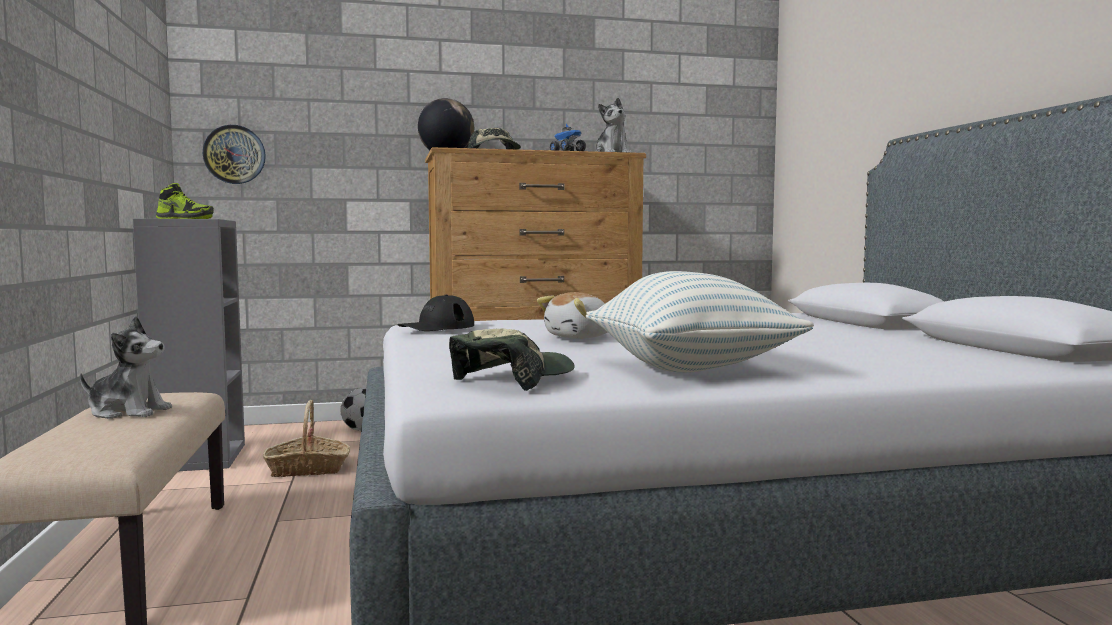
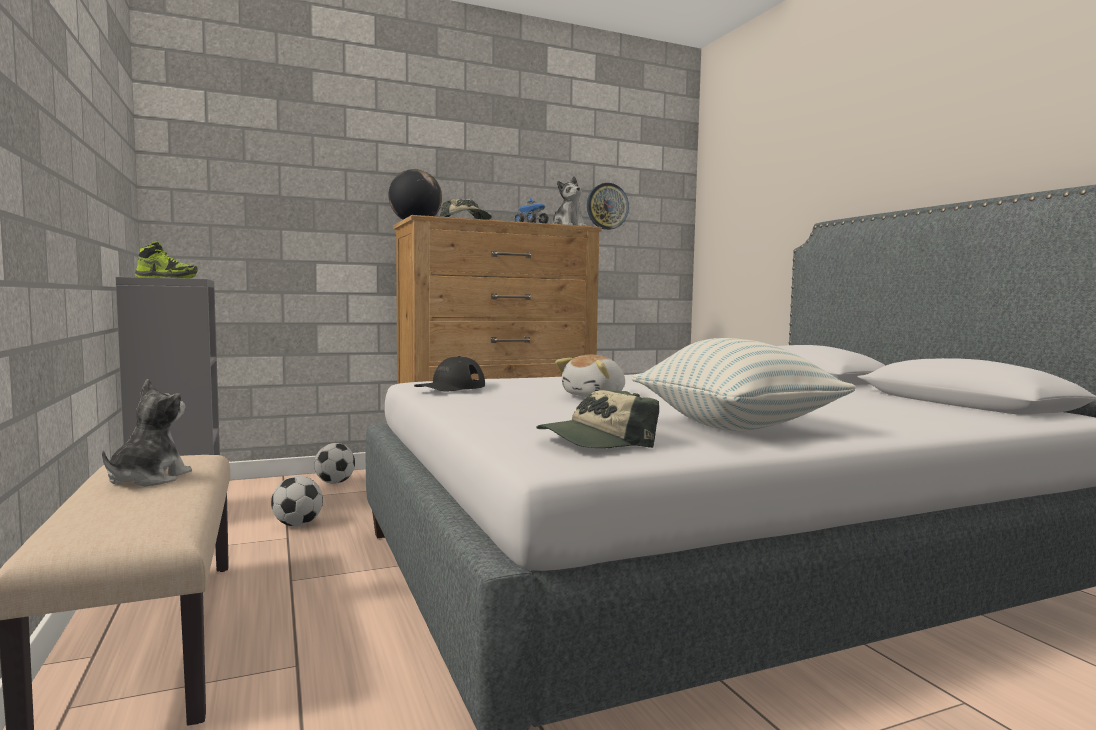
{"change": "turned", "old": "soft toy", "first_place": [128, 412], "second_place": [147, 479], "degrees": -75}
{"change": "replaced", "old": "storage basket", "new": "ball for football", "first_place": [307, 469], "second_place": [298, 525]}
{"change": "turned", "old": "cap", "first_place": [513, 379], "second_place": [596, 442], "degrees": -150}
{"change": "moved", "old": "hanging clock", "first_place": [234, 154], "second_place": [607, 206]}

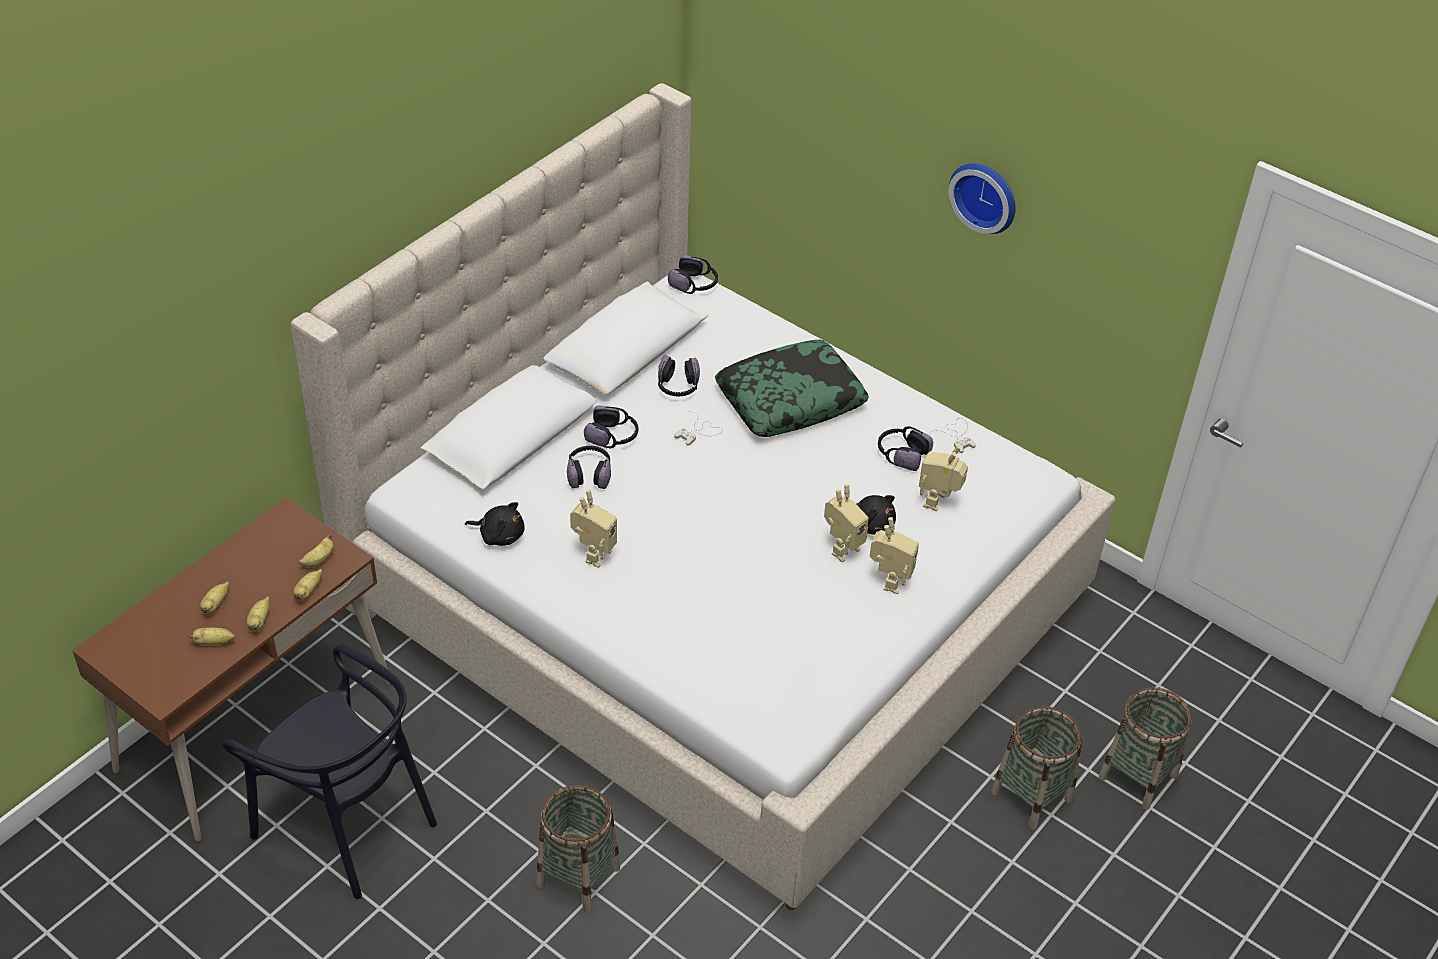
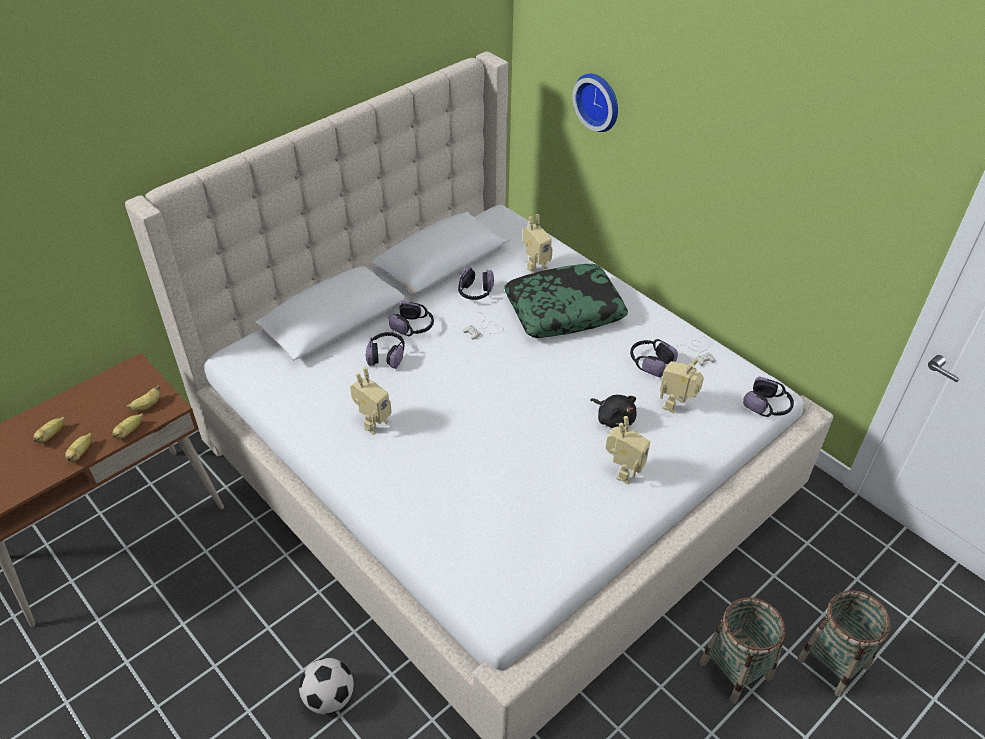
{"change": "replaced", "old": "storage basket", "new": "ball for football", "first_place": [578, 876], "second_place": [329, 697]}
{"change": "moved", "old": "toy robot", "first_place": [842, 549], "second_place": [535, 266]}
{"change": "moved", "old": "hanging clock", "first_place": [986, 195], "second_place": [599, 101]}
{"change": "moved", "old": "pair of headphones", "first_place": [694, 284], "second_place": [768, 406]}
{"change": "removed", "old": "banana fruit", "first_place": [214, 642]}
{"change": "removed", "old": "black-coloured upright chair", "first_place": [346, 824]}
{"change": "removed", "old": "black-coloured soft toy", "first_place": [499, 535]}

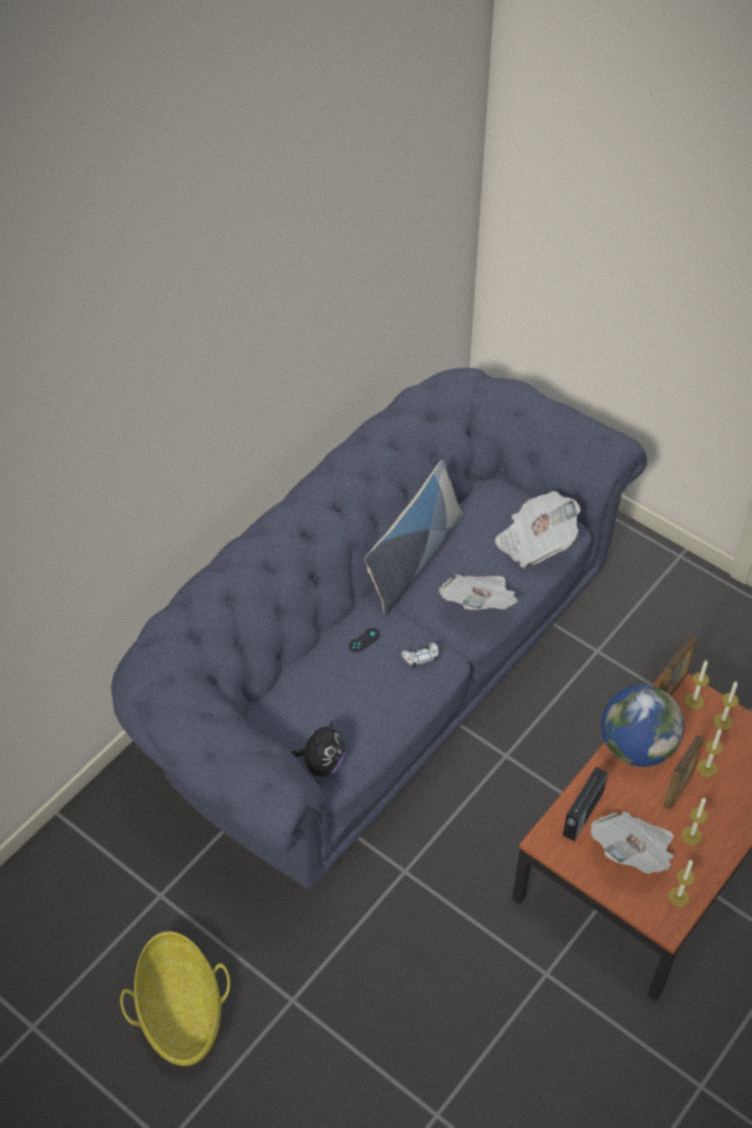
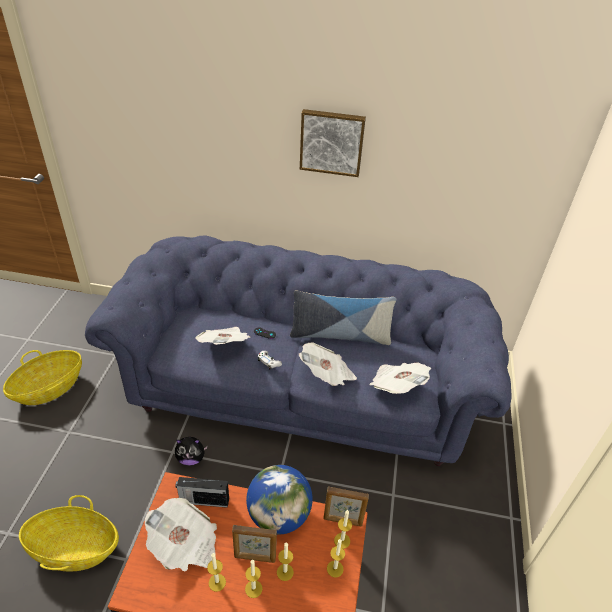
{"change": "added", "new": "storage basket", "second_place": [75, 548]}
{"change": "moved", "old": "soft toy", "first_place": [322, 764], "second_place": [191, 458]}
{"change": "added", "new": "printed paper", "second_place": [224, 345]}
{"change": "moved", "old": "candle", "first_place": [678, 897], "second_place": [253, 589]}
{"change": "added", "new": "wall art", "second_place": [332, 142]}

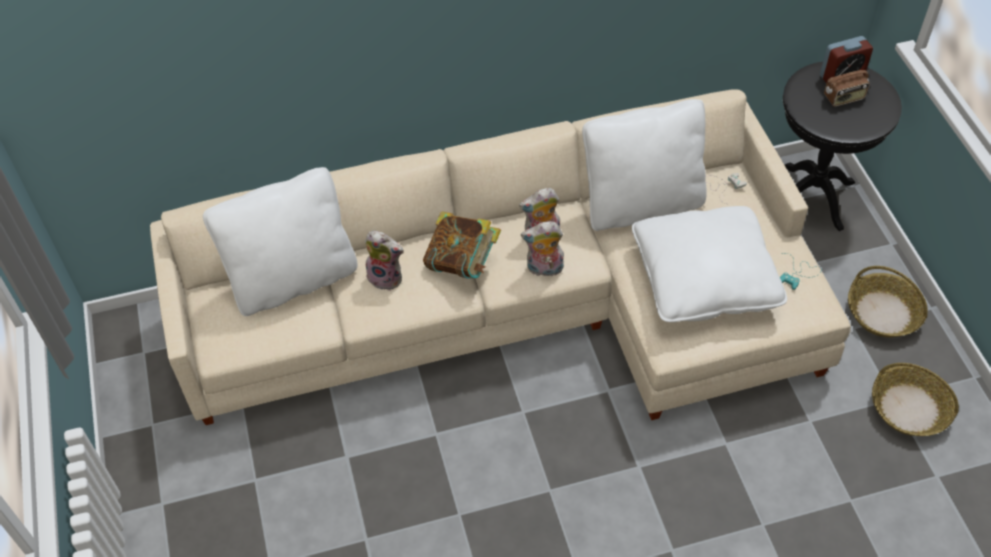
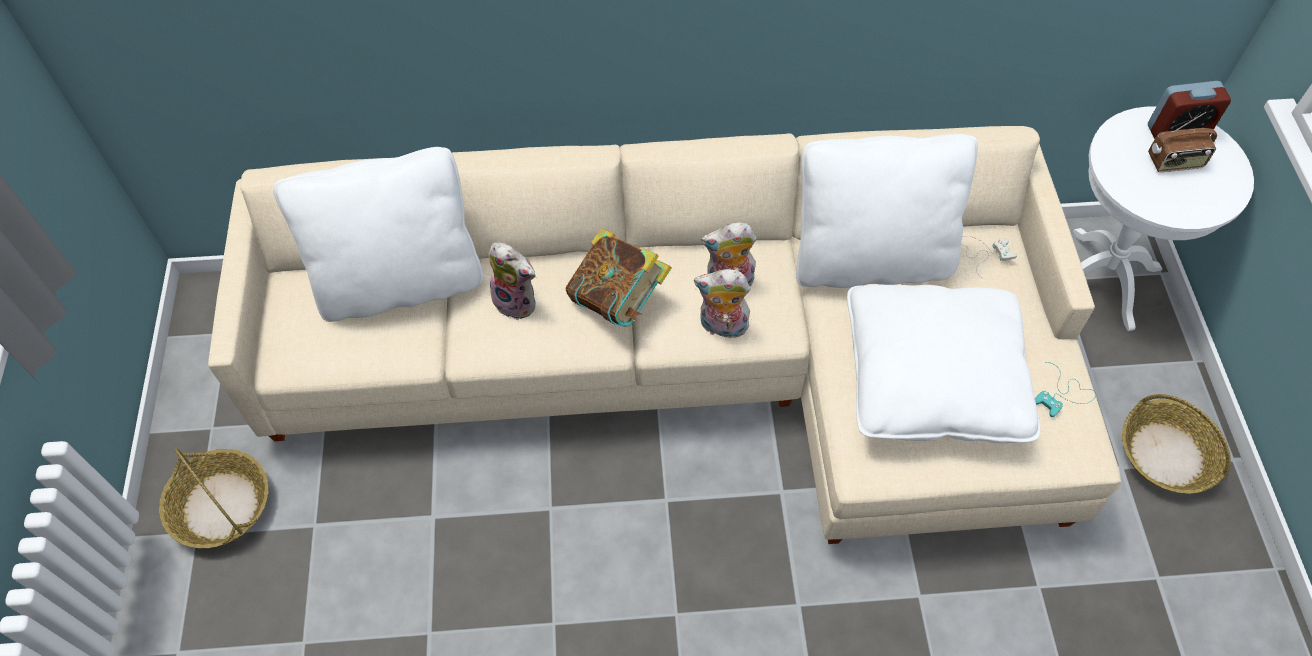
{"change": "moved", "old": "storage basket", "first_place": [910, 408], "second_place": [222, 506]}
{"change": "recoloured", "old": "black-coloured side table", "new": "white side table", "first_place": [813, 197], "second_place": [1102, 279]}

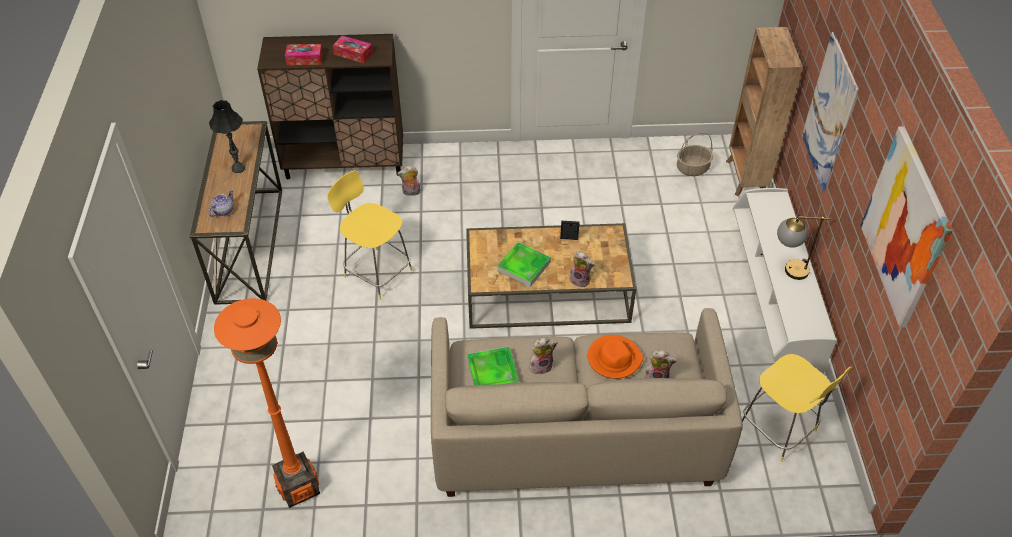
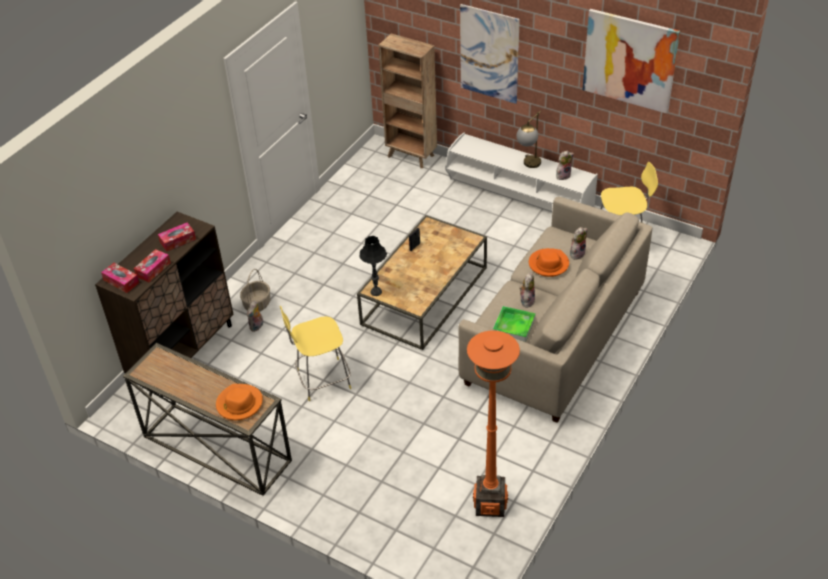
{"change": "added", "new": "box of tissues", "second_place": [121, 281]}
{"change": "replaced", "old": "pot for tea", "new": "orangey wearable hat", "first_place": [223, 210], "second_place": [239, 404]}
{"change": "moved", "old": "storage basket", "first_place": [692, 168], "second_place": [257, 304]}
{"change": "moved", "old": "black-coloured lamp for a table", "first_place": [238, 168], "second_place": [376, 292]}
{"change": "moved", "old": "soft toy", "first_place": [581, 280], "second_place": [563, 175]}
{"change": "removed", "old": "tray", "first_place": [524, 266]}

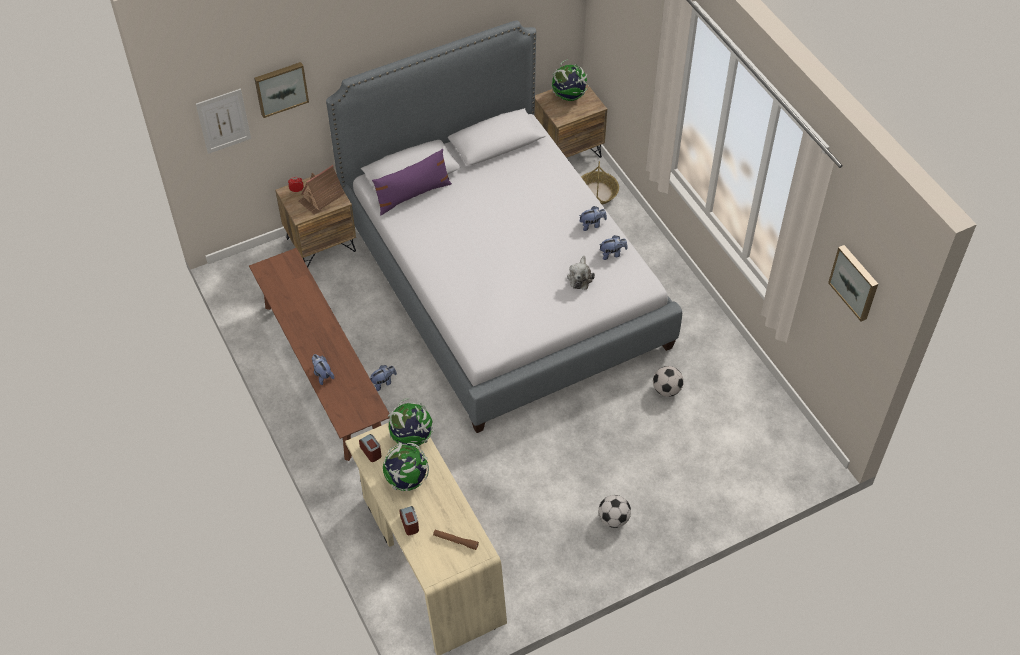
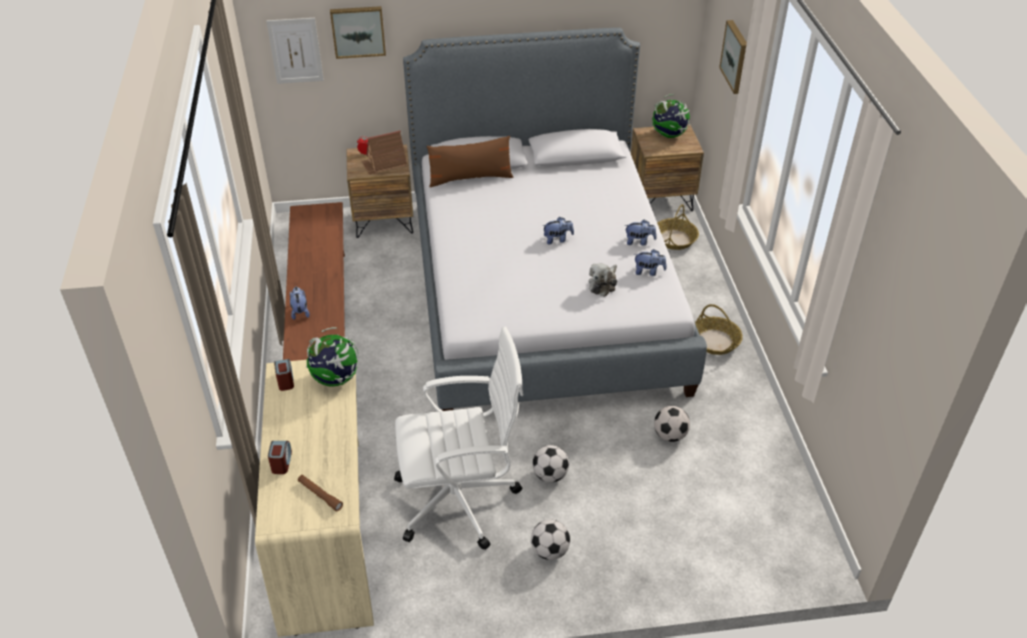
{"change": "added", "new": "white office chair", "second_place": [460, 500]}
{"change": "recoloured", "old": "purplish pillow", "new": "brown-coloured pillow", "first_place": [413, 195], "second_place": [470, 178]}
{"change": "added", "new": "ball for football", "second_place": [550, 475]}
{"change": "moved", "old": "soft toy", "first_place": [383, 382], "second_place": [557, 239]}
{"change": "added", "new": "storage basket", "second_place": [715, 341]}
{"change": "moved", "old": "wall art", "first_place": [855, 282], "second_place": [736, 56]}
{"change": "removed", "old": "globe", "first_place": [406, 480]}

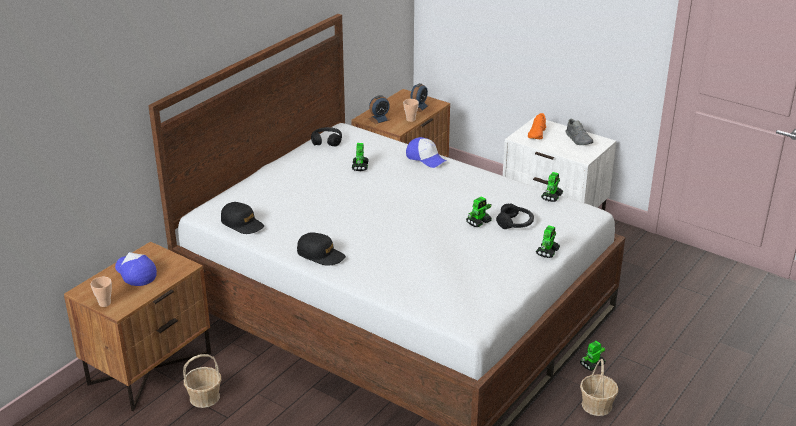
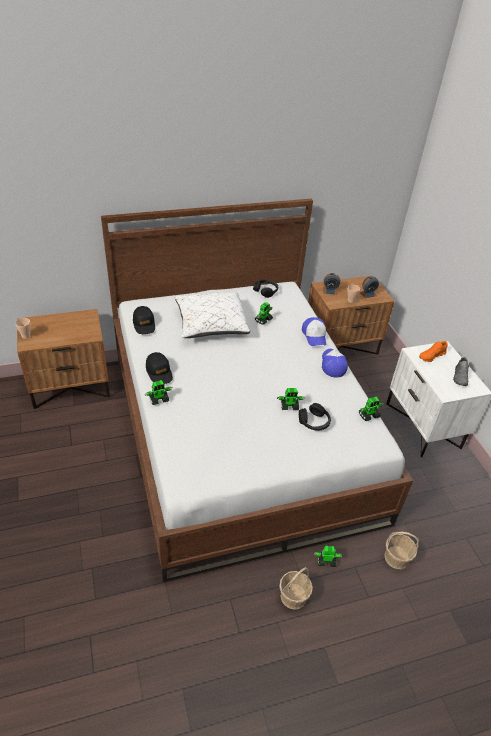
{"change": "moved", "old": "toy robot", "first_place": [547, 252], "second_place": [159, 399]}
{"change": "added", "new": "white pillow", "second_place": [211, 325]}
{"change": "moved", "old": "cap", "first_place": [135, 273], "second_place": [332, 365]}
{"change": "moved", "old": "storage basket", "first_place": [205, 397], "second_place": [397, 558]}

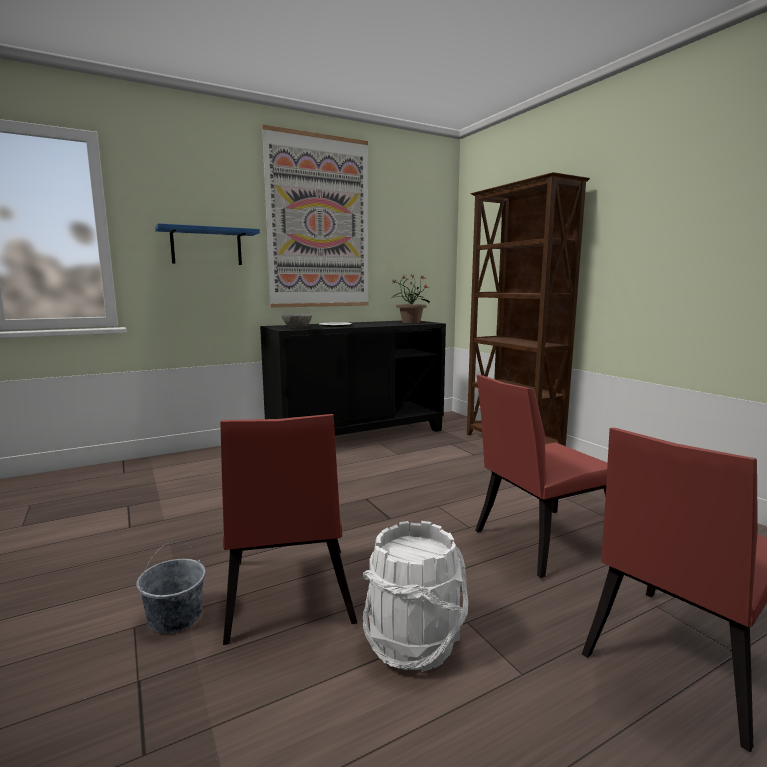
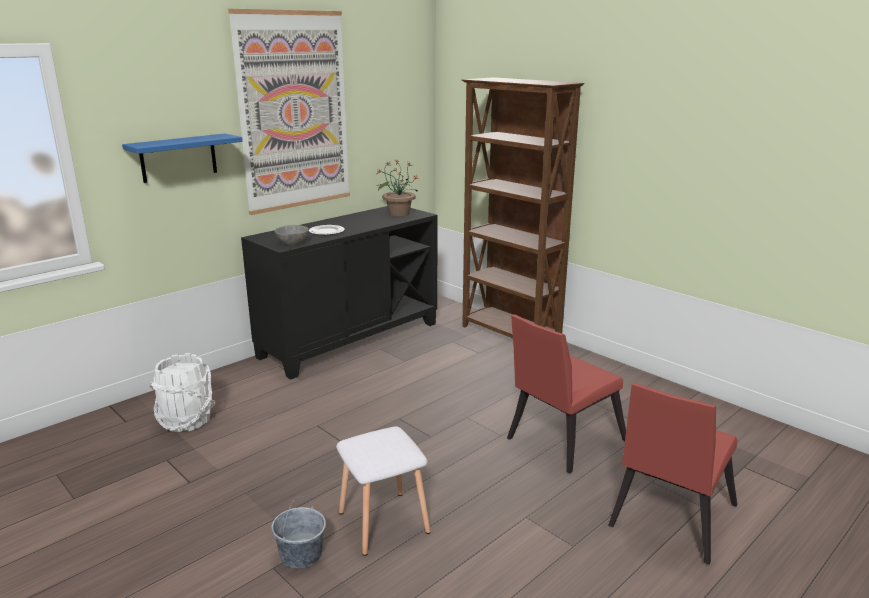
{"change": "moved", "old": "white water bucket", "first_place": [413, 642], "second_place": [187, 420]}
{"change": "replaced", "old": "red-coloured upright chair", "new": "white sitting stool", "first_place": [287, 598], "second_place": [382, 523]}

